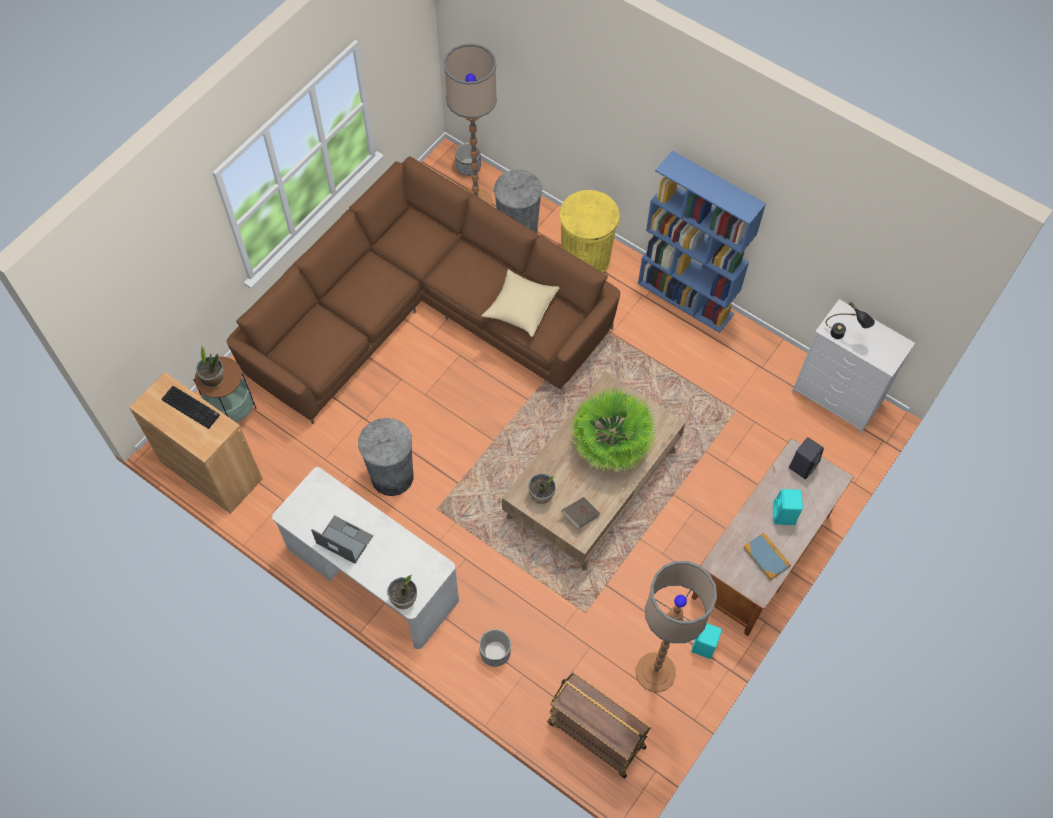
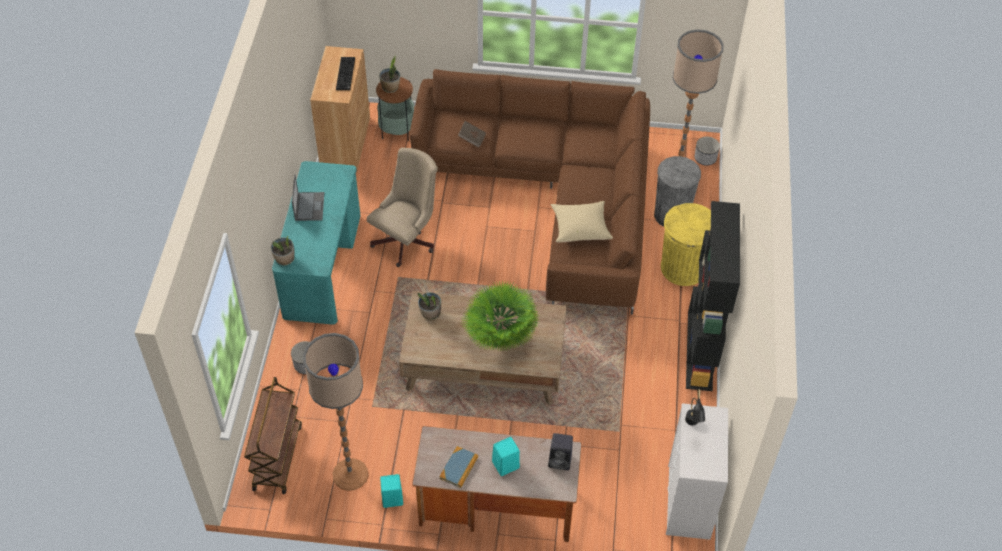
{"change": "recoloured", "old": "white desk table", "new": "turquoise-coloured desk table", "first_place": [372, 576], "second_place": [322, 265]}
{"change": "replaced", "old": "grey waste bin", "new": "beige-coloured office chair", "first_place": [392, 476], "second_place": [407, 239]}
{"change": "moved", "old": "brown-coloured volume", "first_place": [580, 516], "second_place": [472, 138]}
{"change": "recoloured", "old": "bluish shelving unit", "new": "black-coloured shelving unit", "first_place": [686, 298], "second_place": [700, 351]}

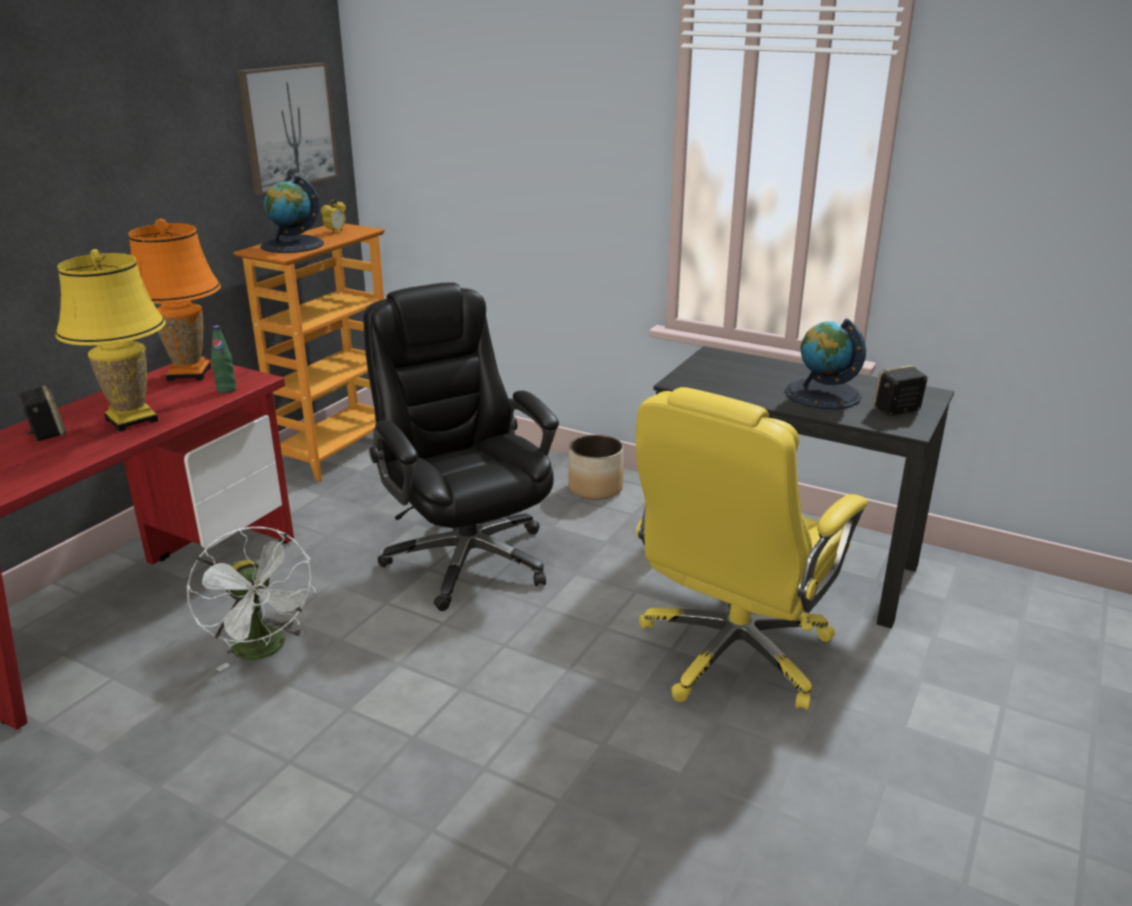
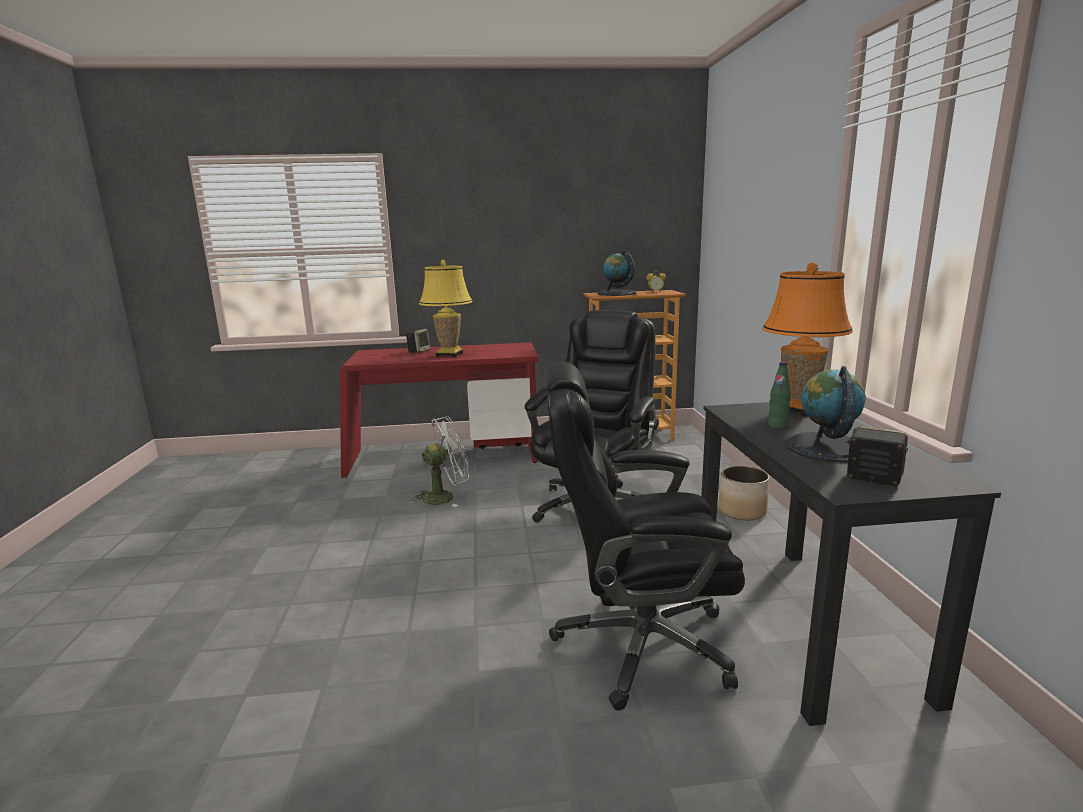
{"change": "turned", "old": "white cooling fan", "first_place": [265, 651], "second_place": [445, 497], "degrees": -135}
{"change": "recoloured", "old": "yellow office chair", "new": "black-coloured office chair", "first_place": [732, 654], "second_place": [638, 643]}
{"change": "moved", "old": "orangey lamp for a table", "first_place": [188, 374], "second_place": [798, 409]}
{"change": "moved", "old": "greenish drink bottle", "first_place": [226, 390], "second_place": [777, 426]}
{"change": "removed", "old": "wall art", "first_place": [288, 127]}

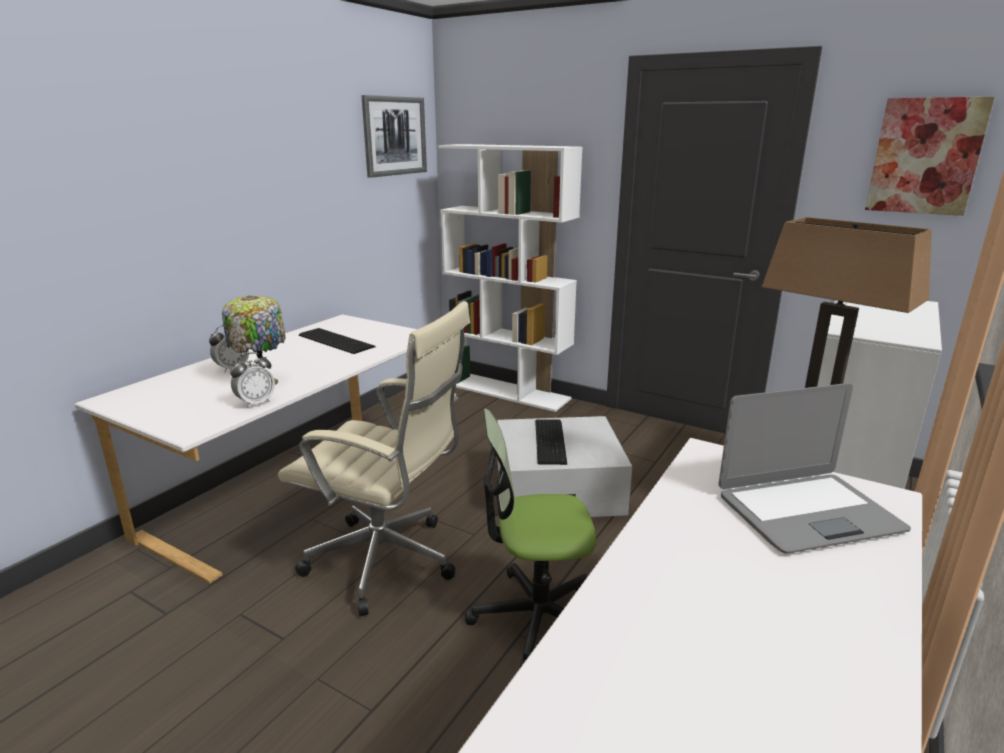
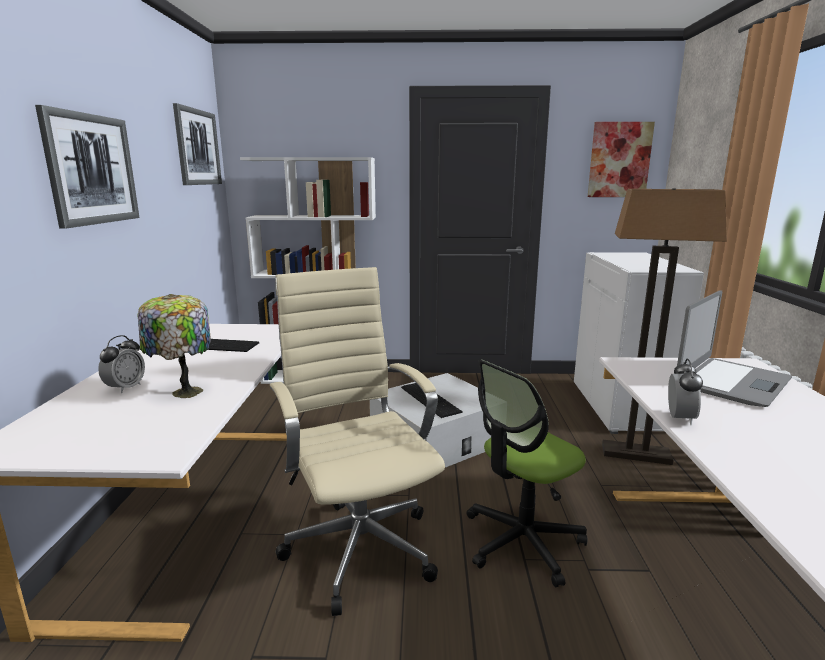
{"change": "added", "new": "wall art", "second_place": [92, 169]}
{"change": "turned", "old": "beige-coloured office chair", "first_place": [388, 563], "second_place": [359, 545], "degrees": -105}
{"change": "moved", "old": "bedside clock", "first_place": [256, 403], "second_place": [679, 418]}

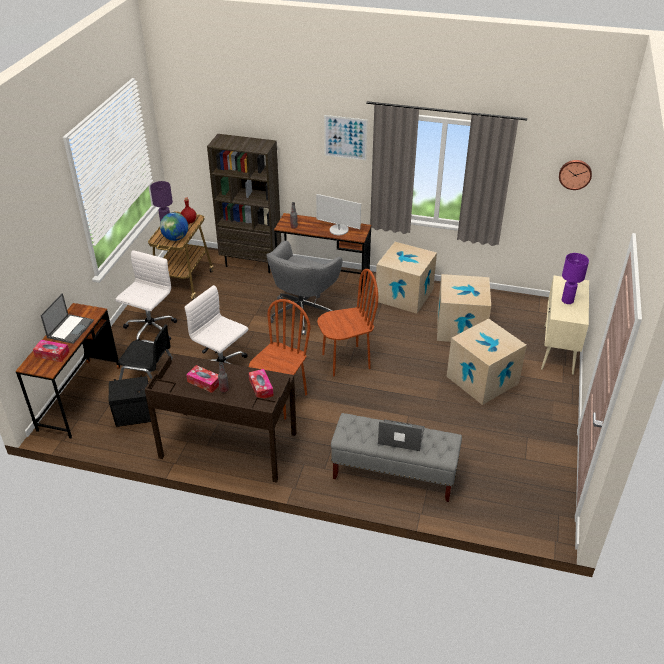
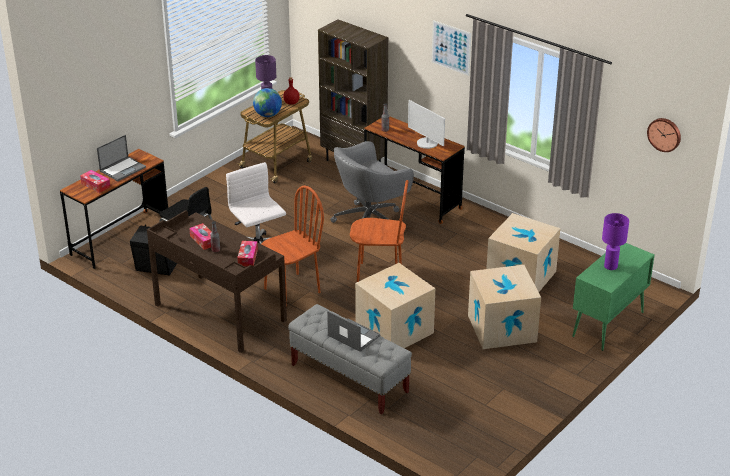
{"change": "moved", "old": "cardboard box", "first_place": [404, 295], "second_place": [394, 330]}
{"change": "recoloured", "old": "beige-coloured cupboard", "new": "greenish cupboard", "first_place": [558, 350], "second_place": [607, 325]}
{"change": "removed", "old": "white office chair", "first_place": [150, 330]}

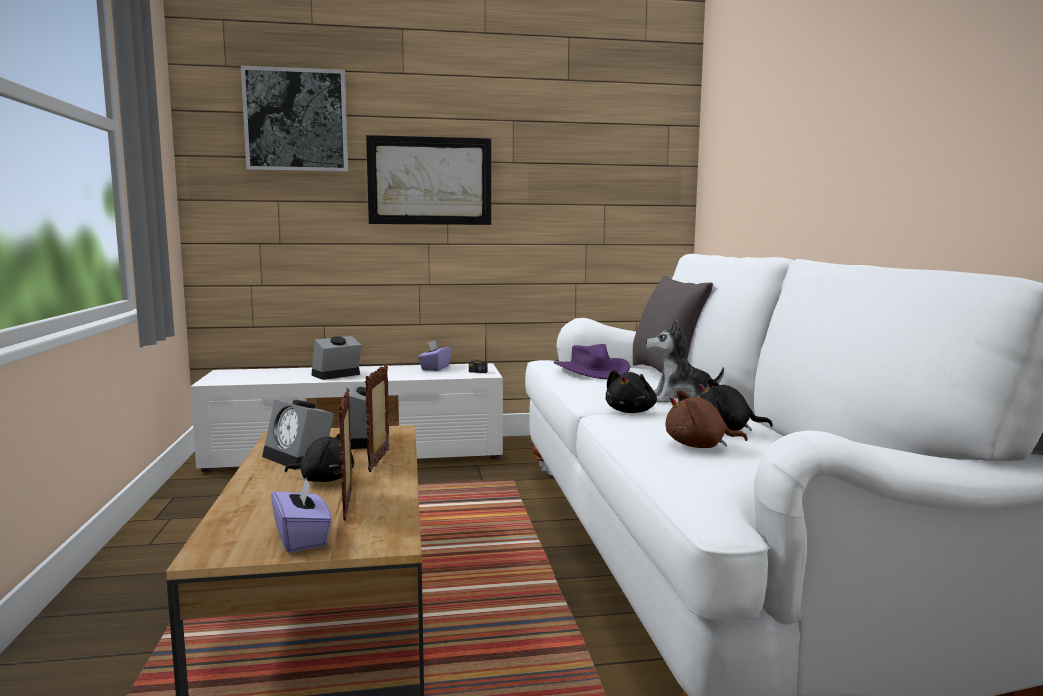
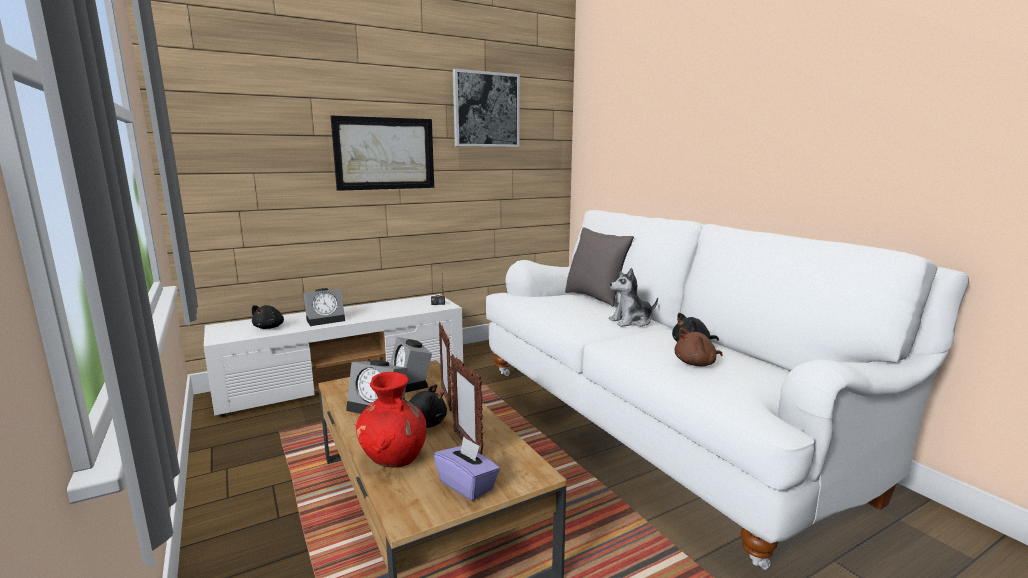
{"change": "moved", "old": "black-coloured soft toy", "first_place": [631, 411], "second_place": [270, 327]}
{"change": "turned", "old": "bedside clock", "first_place": [335, 375], "second_place": [326, 319], "degrees": -150}
{"change": "added", "new": "red-coloured decorative vase", "second_place": [394, 457]}
{"change": "moved", "old": "wall art", "first_place": [296, 120], "second_place": [486, 110]}
{"change": "removed", "old": "purplish box of tissues", "first_place": [434, 368]}
{"change": "removed", "old": "purplish wearable hat", "first_place": [591, 371]}

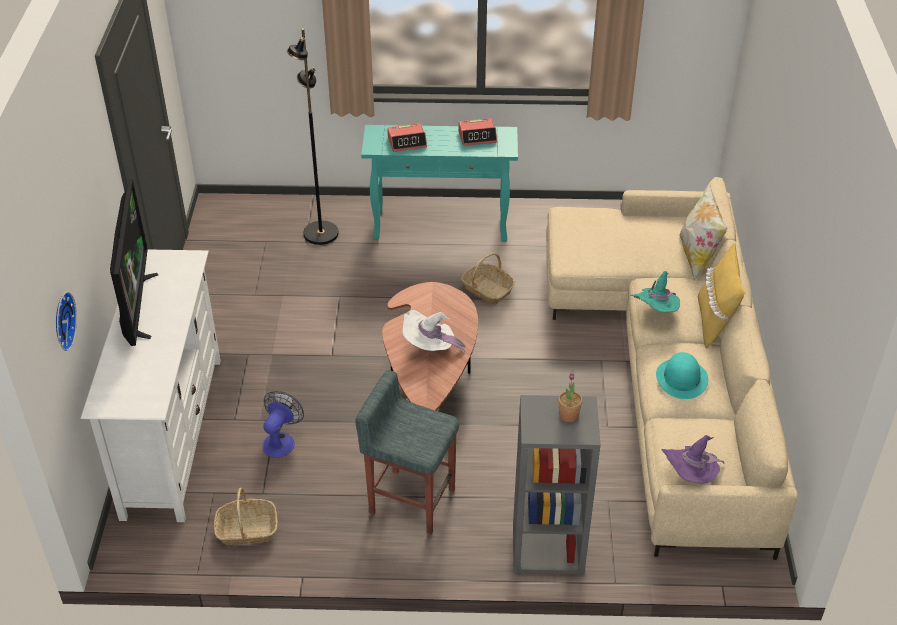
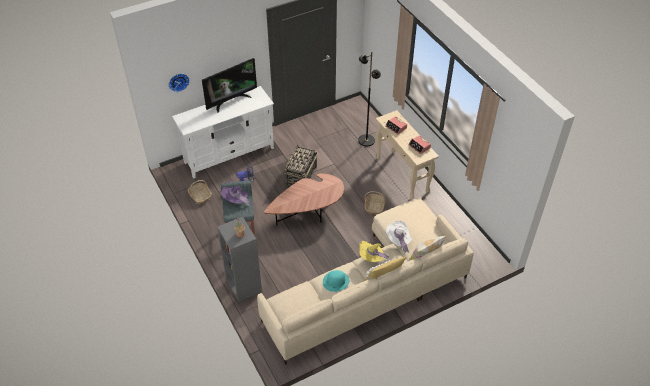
{"change": "moved", "old": "purplish wearable hat", "first_place": [690, 477], "second_place": [236, 199]}
{"change": "added", "new": "storage basket", "second_place": [301, 176]}
{"change": "recoloured", "old": "turquoise-coloured wearable hat", "new": "yellow wearable hat", "first_place": [655, 313], "second_place": [371, 258]}
{"change": "recoloured", "old": "turquoise-coloured hall table", "new": "beige-coloured hall table", "first_place": [442, 227], "second_place": [402, 175]}
{"change": "moved", "old": "white wearable hat", "first_place": [430, 346], "second_place": [398, 240]}

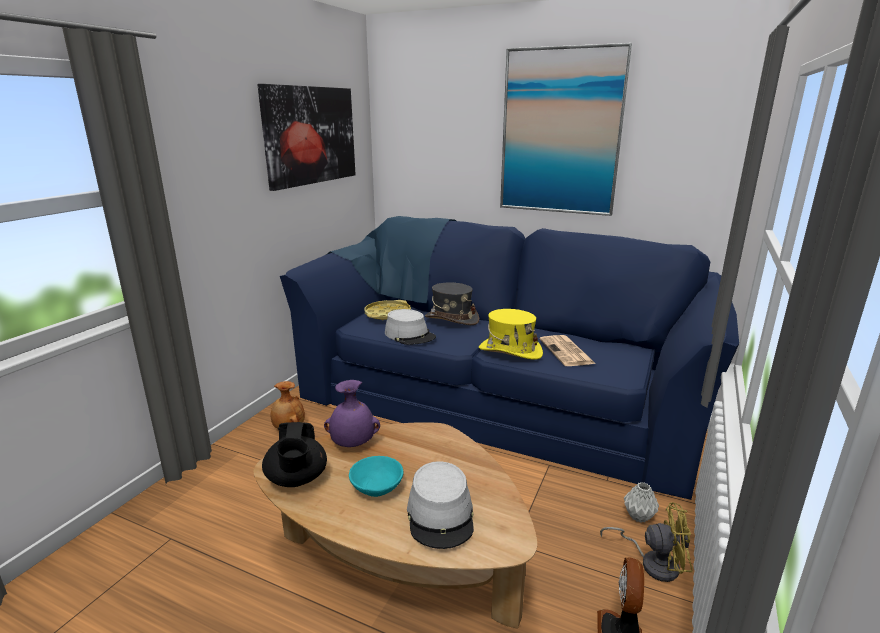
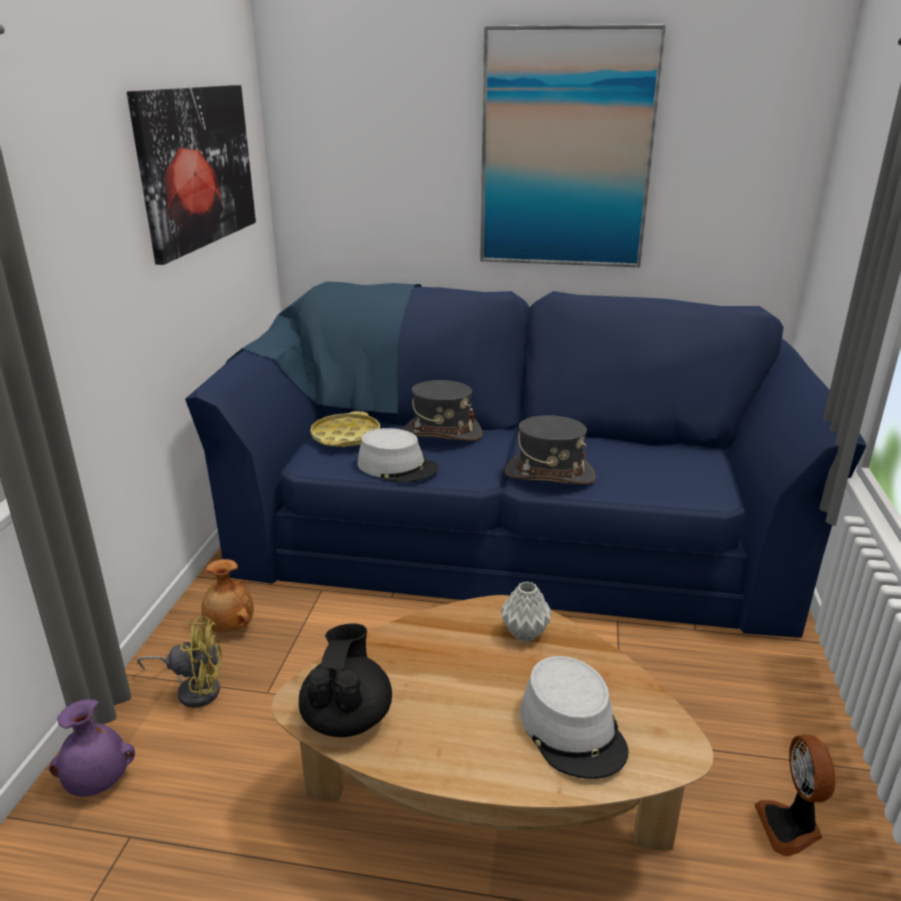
{"change": "moved", "old": "purplish decorative vase", "first_place": [353, 443], "second_place": [98, 782]}
{"change": "moved", "old": "yellow cooling fan", "first_place": [653, 563], "second_place": [194, 689]}
{"change": "turned", "old": "black-coloured pot for tea", "first_place": [297, 479], "second_place": [347, 717], "degrees": -150}
{"change": "moved", "old": "grey decorative vase", "first_place": [638, 516], "second_place": [524, 633]}
{"change": "recoloured", "old": "yellow wearable hat", "new": "grey wearable hat", "first_place": [510, 351], "second_place": [549, 475]}
{"change": "removed", "old": "turquoise-coloured deep dish", "first_place": [376, 488]}
{"change": "removed", "old": "printed paper", "first_place": [567, 352]}

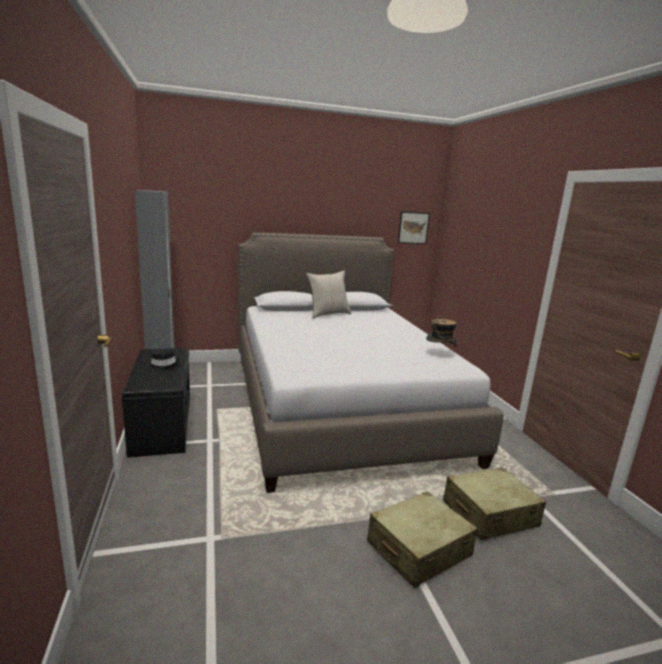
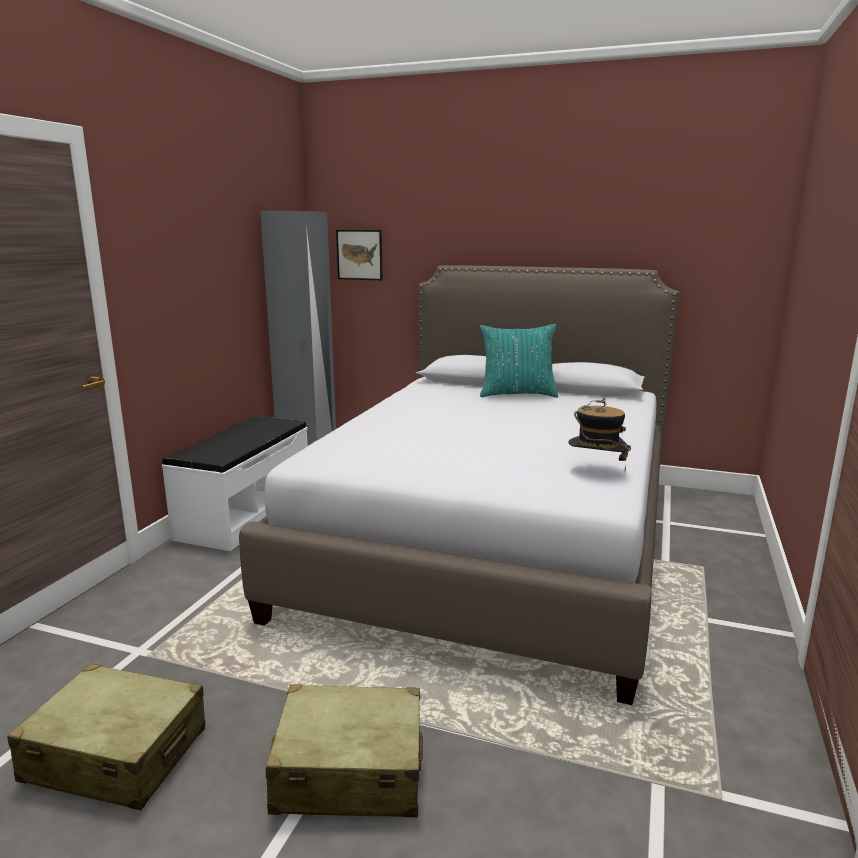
{"change": "moved", "old": "beige-coloured suitcase", "first_place": [489, 514], "second_place": [116, 755]}
{"change": "recoloured", "old": "black-coloured indoor bench", "new": "white indoor bench", "first_place": [161, 424], "second_place": [245, 514]}
{"change": "moved", "old": "wall art", "first_place": [413, 228], "second_place": [359, 255]}
{"change": "recoloured", "old": "beige-coloured pillow", "new": "turquoise-coloured pillow", "first_place": [328, 314], "second_place": [517, 394]}
{"change": "removed", "old": "black-coloured wearable hat", "first_place": [163, 365]}

